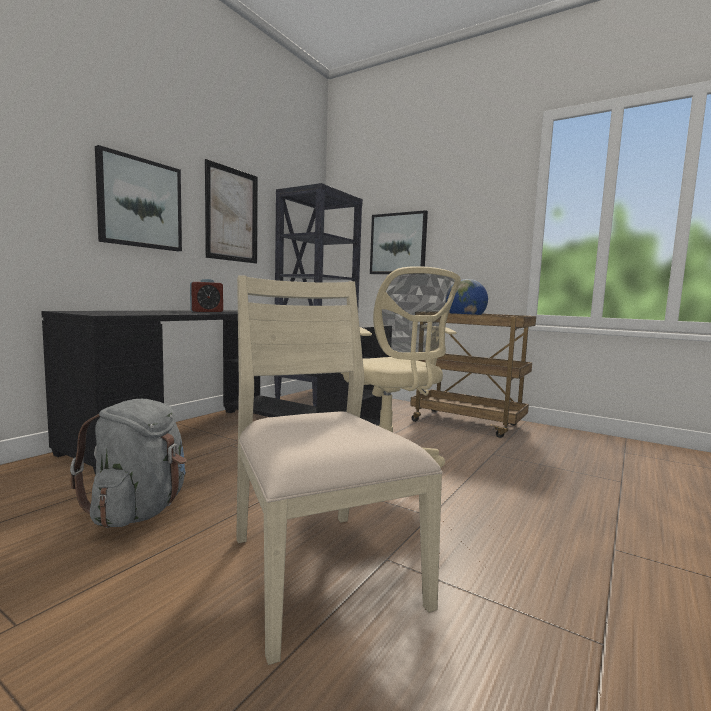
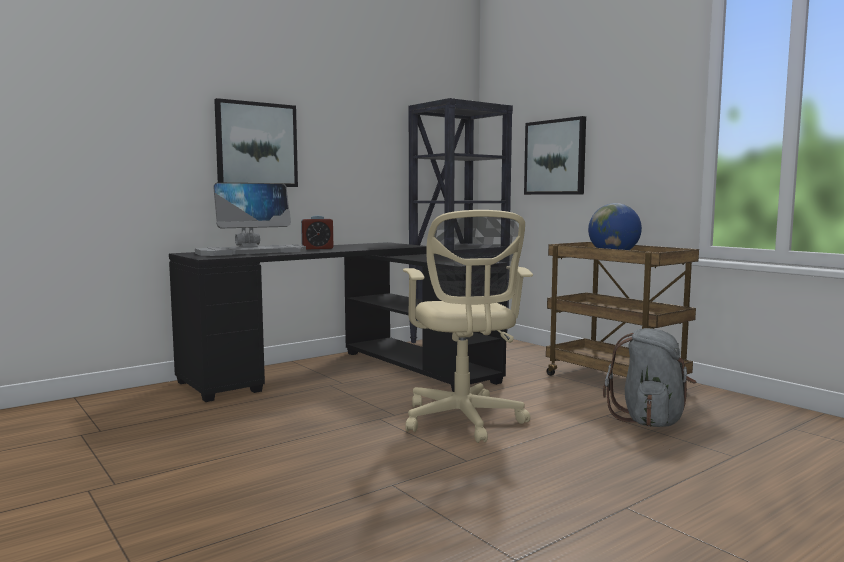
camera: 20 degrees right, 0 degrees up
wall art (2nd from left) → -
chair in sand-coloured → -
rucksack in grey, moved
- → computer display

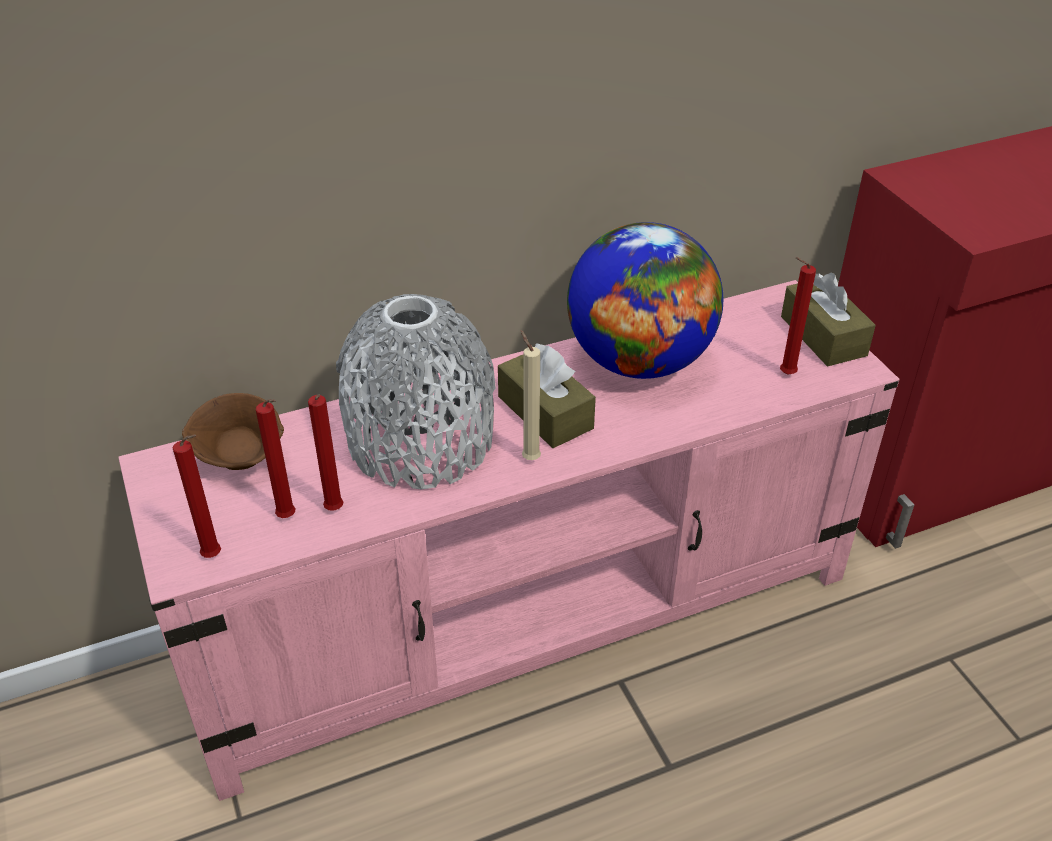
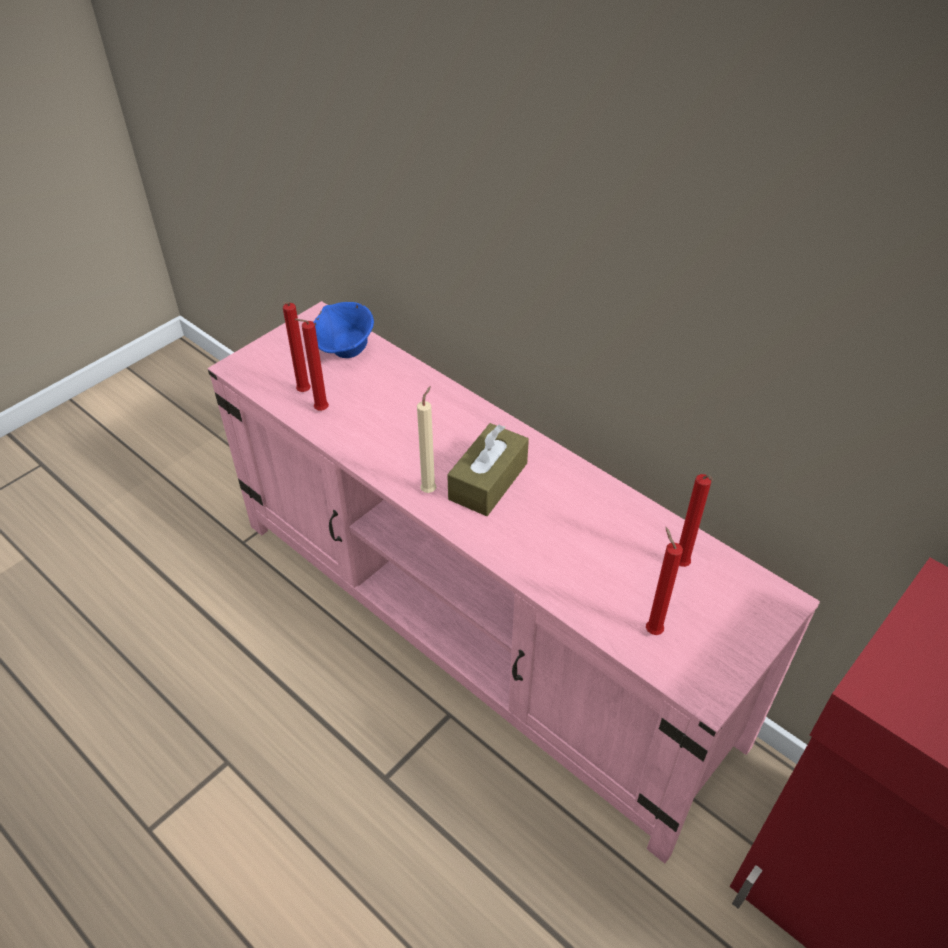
camera: 65 degrees right, 5 degrees up
globe → -
box of tissues in brownish (2nd from left) → -
decorative vase in grey → -
serving bowl in brownish → serving bowl in blue
candle in reddish (1st from left in the first image) → candle in reddish (4th from left), moved

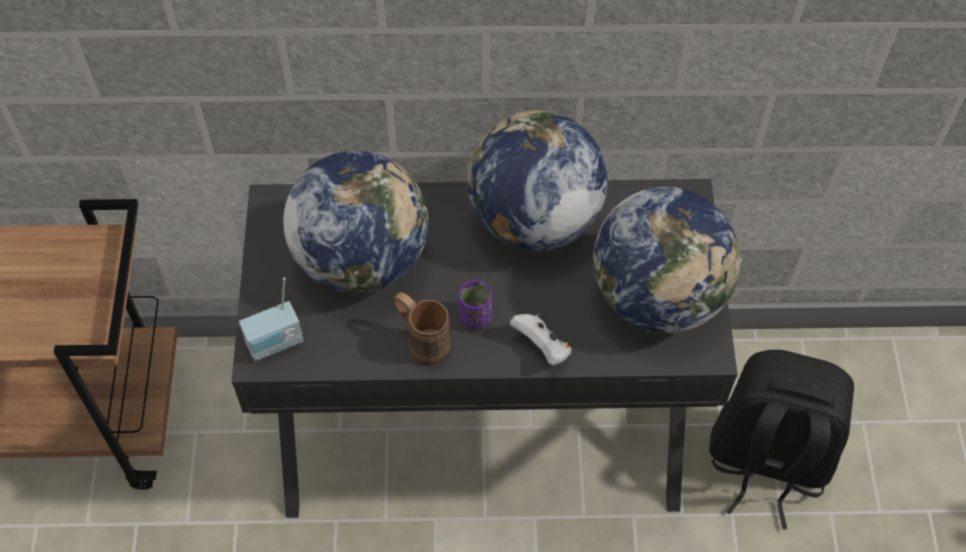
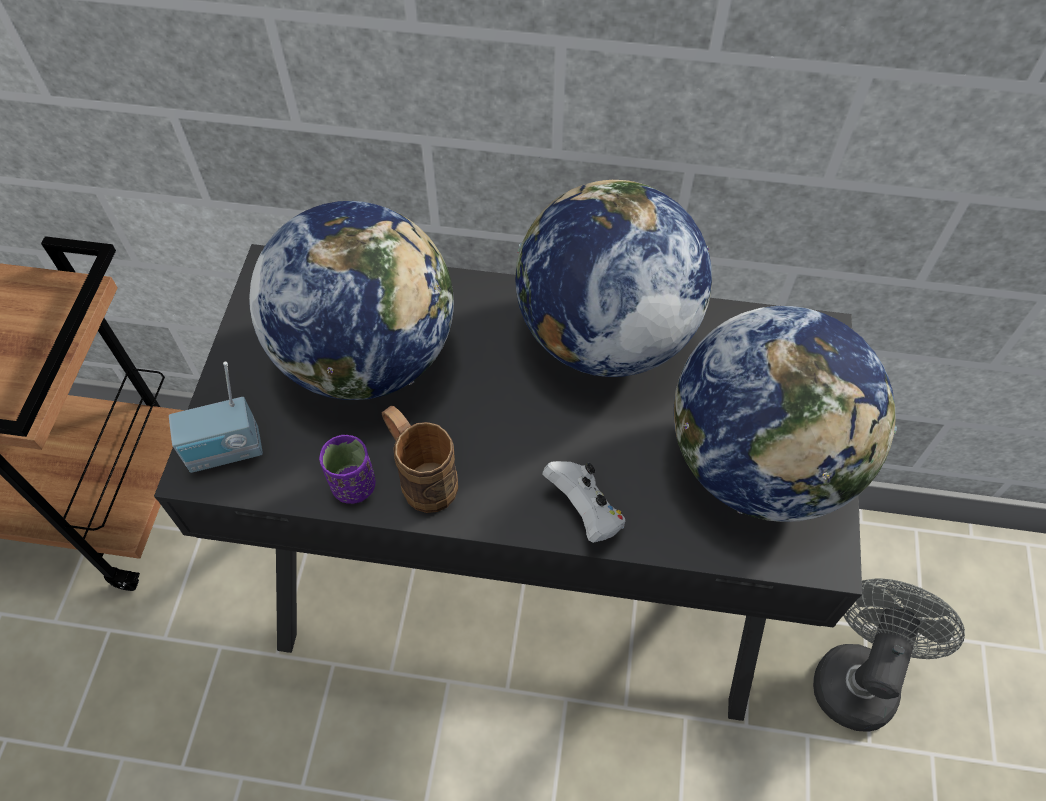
camera: 10 degrees right, 0 degrees up
small cup in purplish, moved
rucksack in blackish → fan in grey

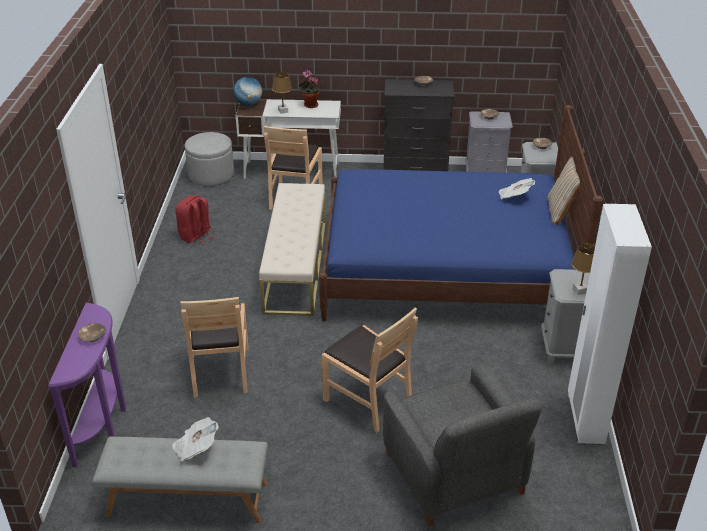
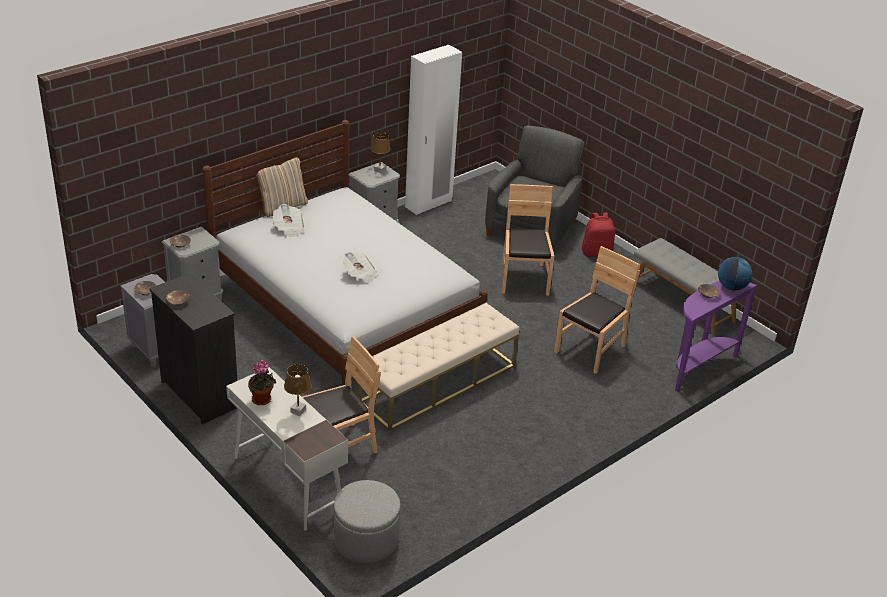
camera: 135 degrees left, 0 degrees up
globe, moved
bed in blue → bed in whitish
rucksack in reddish, moved
newspaper (1st from left in the first image) → newspaper (2nd from left), moved

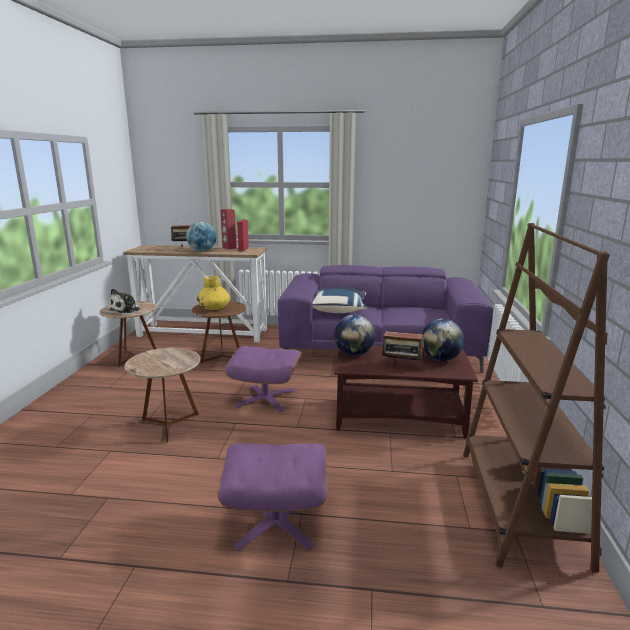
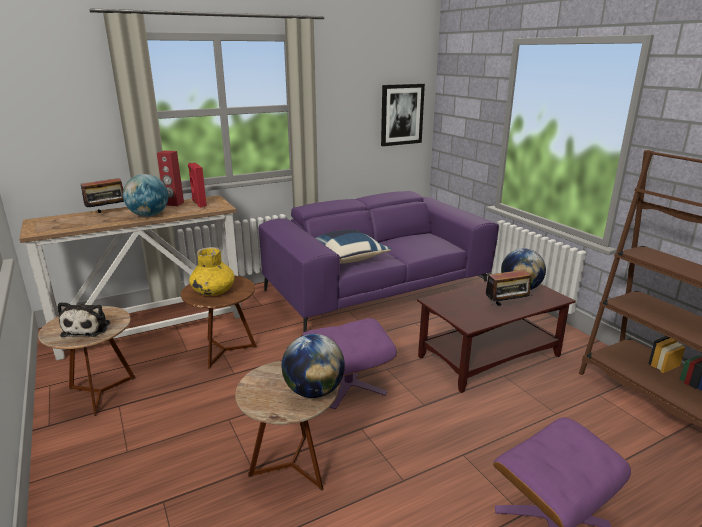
camera: 35 degrees left, 5 degrees up
globe (2nd from left), moved
- → wall art

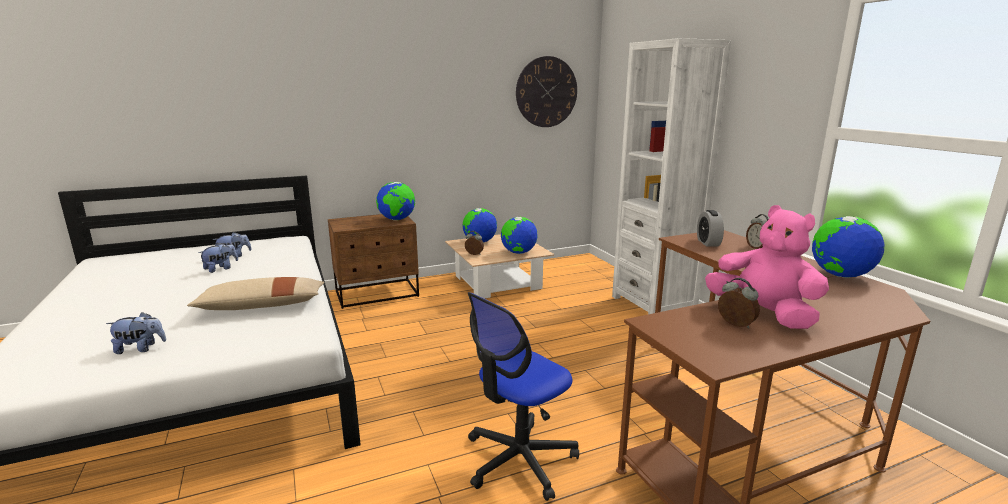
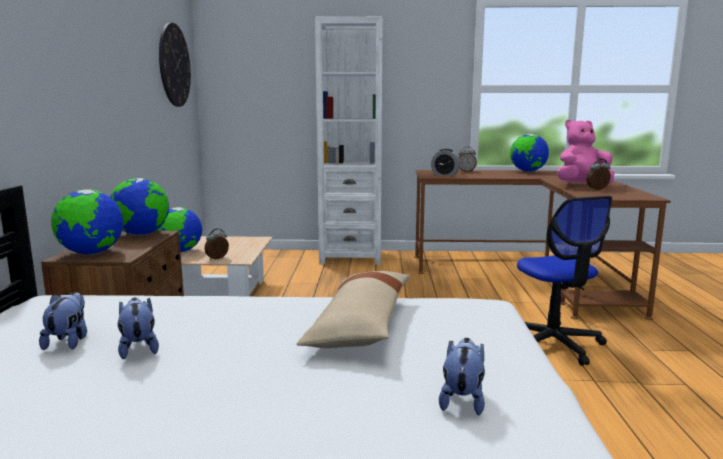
camera: 65 degrees left, 5 degrees down
globe (3rd from left in the first image) → globe (1st from left), moved

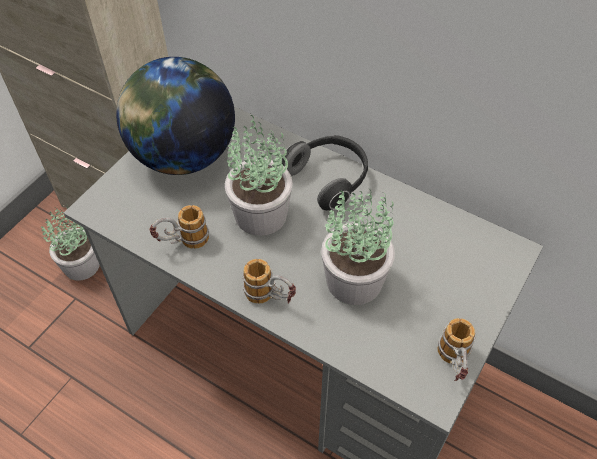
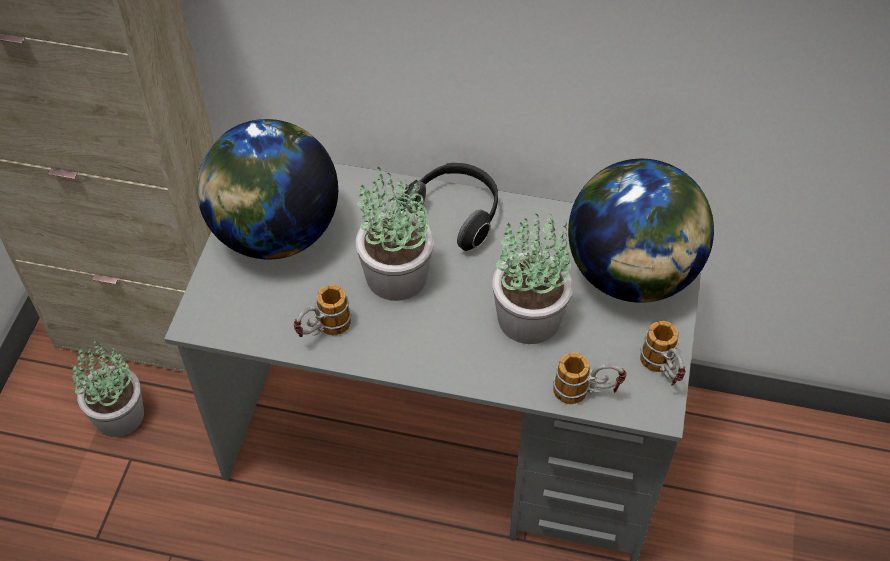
camera: 20 degrees left, 0 degrees up
mug (2nd from left), moved
- → globe (2nd from left)

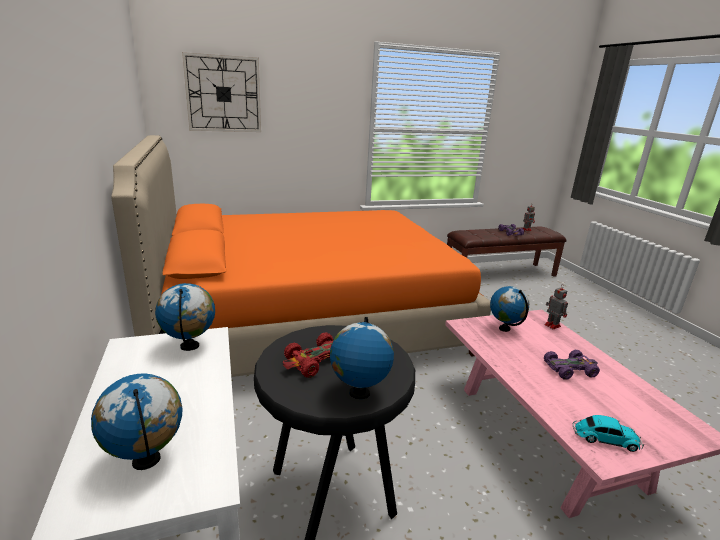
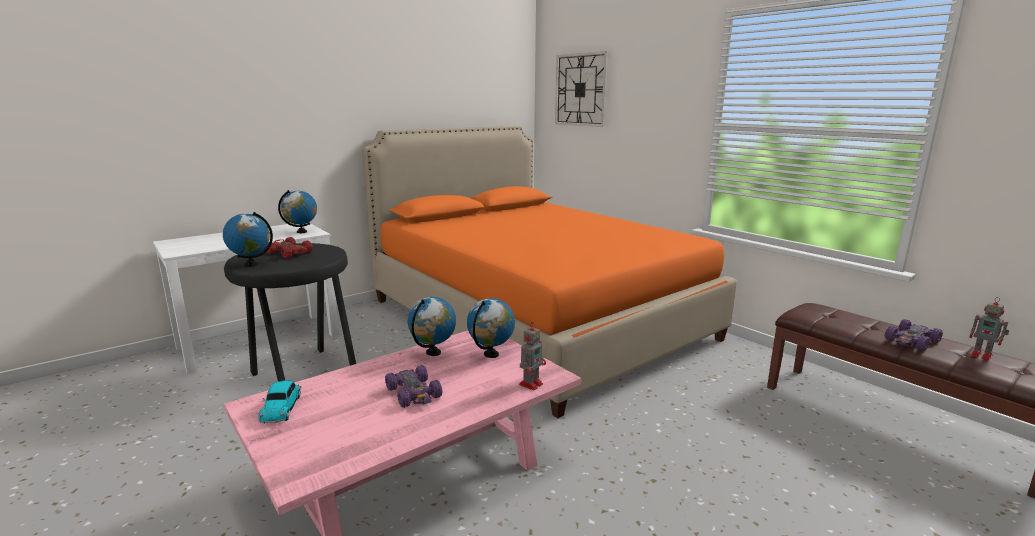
camera: 70 degrees right, 5 degrees down
globe (1st from left in the first image) → globe (3rd from left), moved

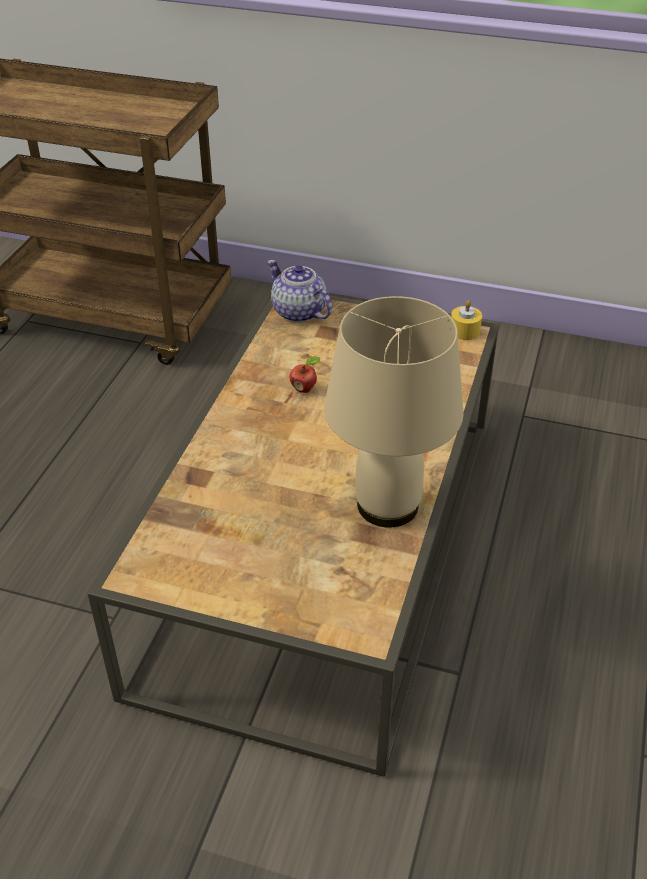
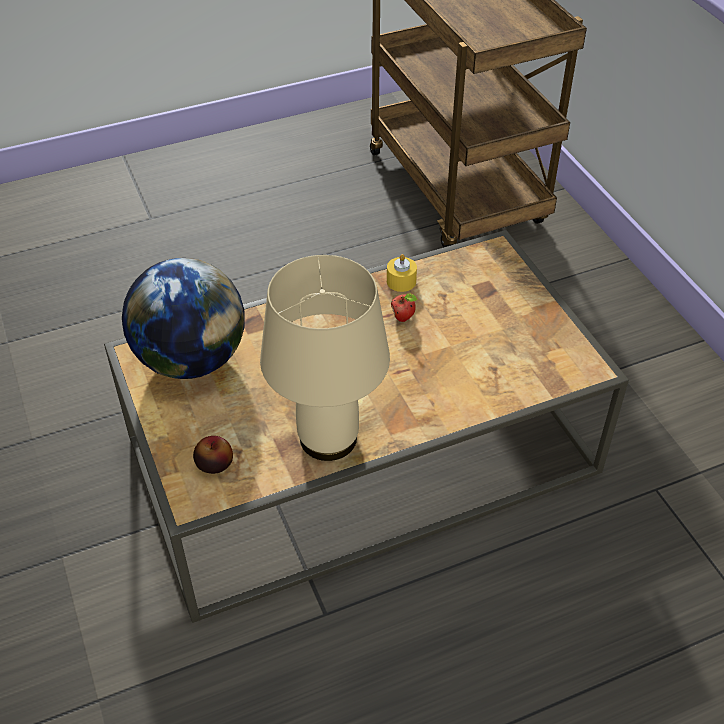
camera: 50 degrees right, 5 degrees up
teapot → -
candle in yellow, moved
- → globe
- → apple (1st from left)

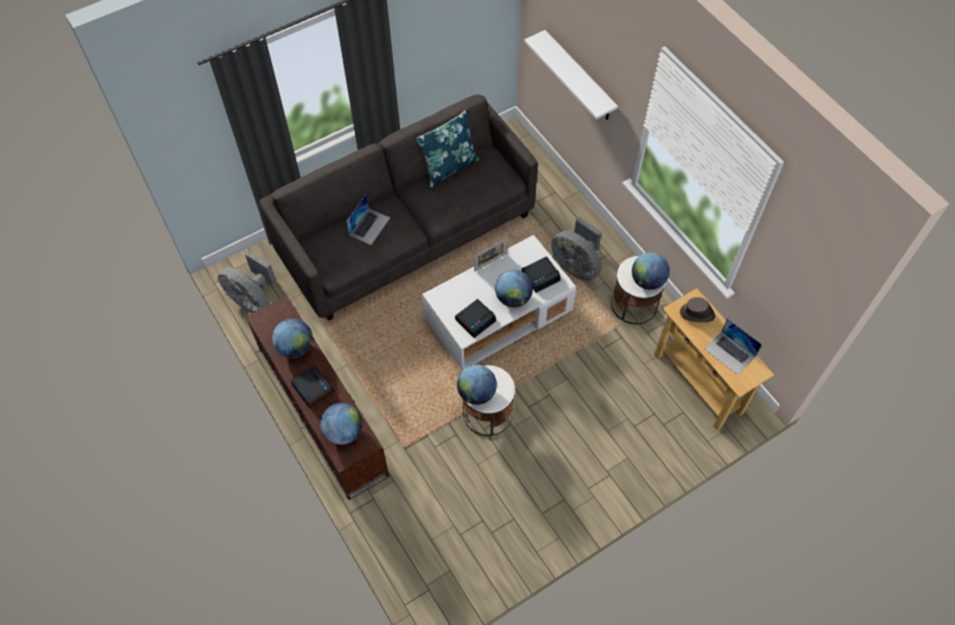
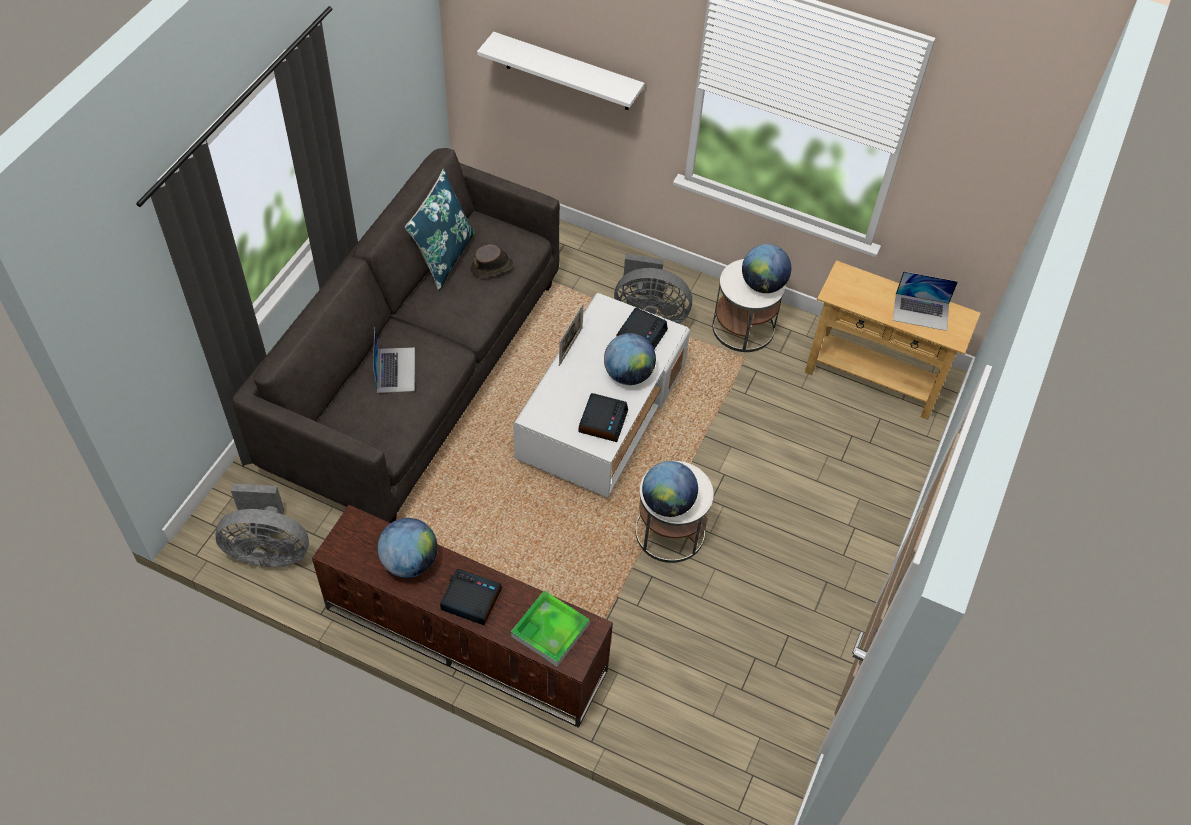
camera: 35 degrees left, 5 degrees down
clothing hat in brownish, moved
globe (2nd from left) → tray

